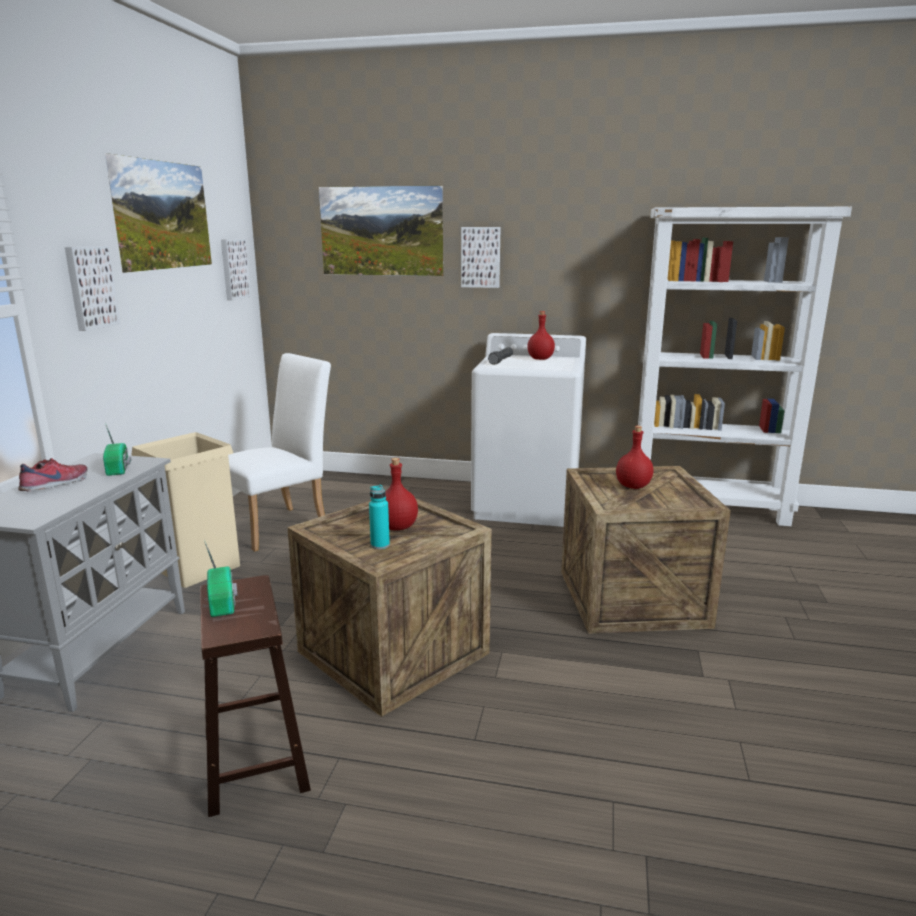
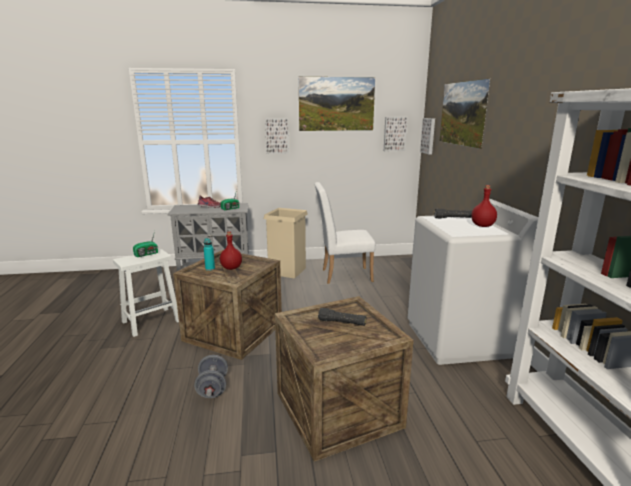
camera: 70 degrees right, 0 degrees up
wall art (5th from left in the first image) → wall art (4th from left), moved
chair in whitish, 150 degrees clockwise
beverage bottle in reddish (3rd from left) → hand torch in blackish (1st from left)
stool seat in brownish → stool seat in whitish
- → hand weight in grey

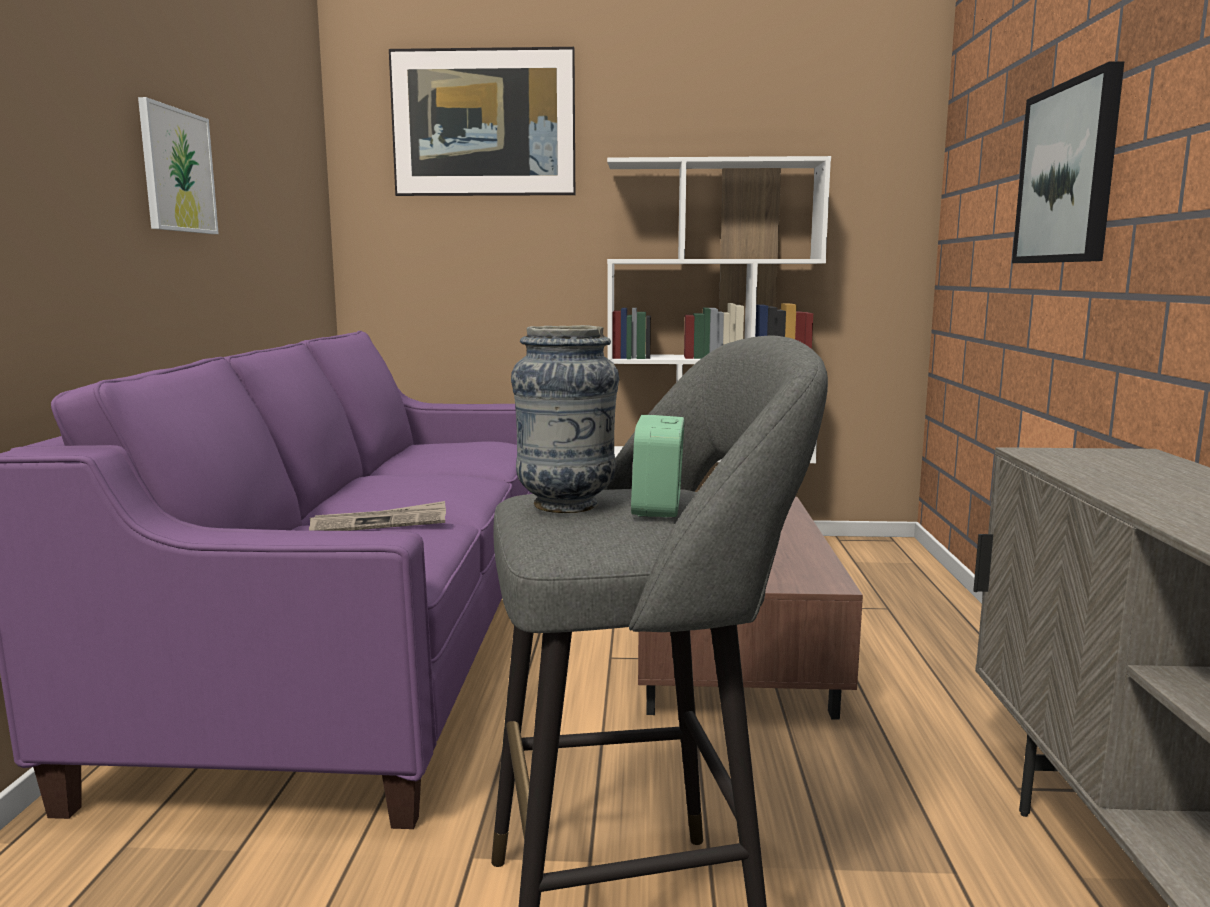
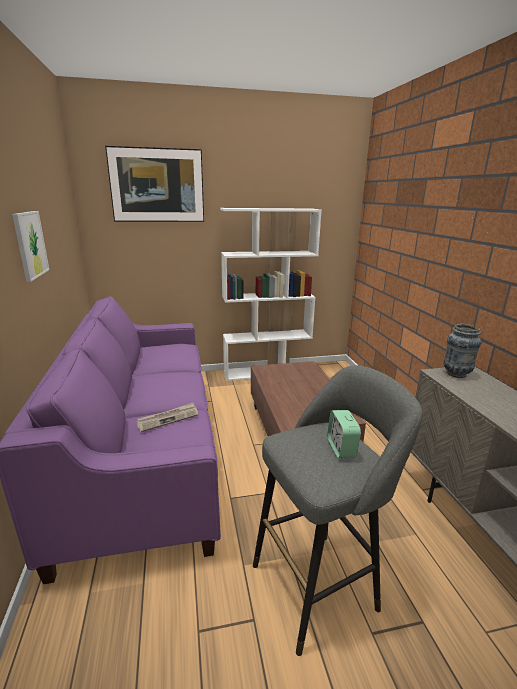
camera: 15 degrees left, 10 degrees up
wall art (3rd from left) → -
decorative vase, moved

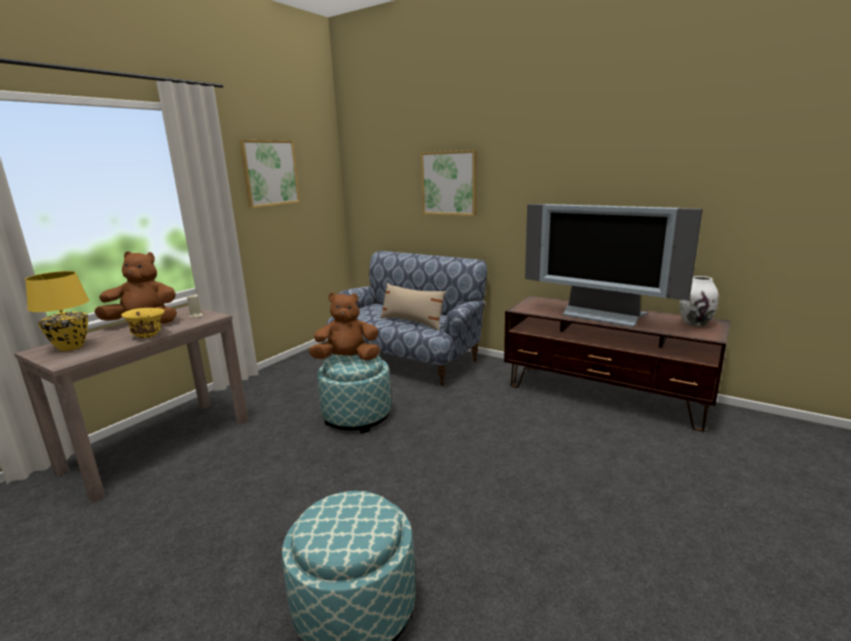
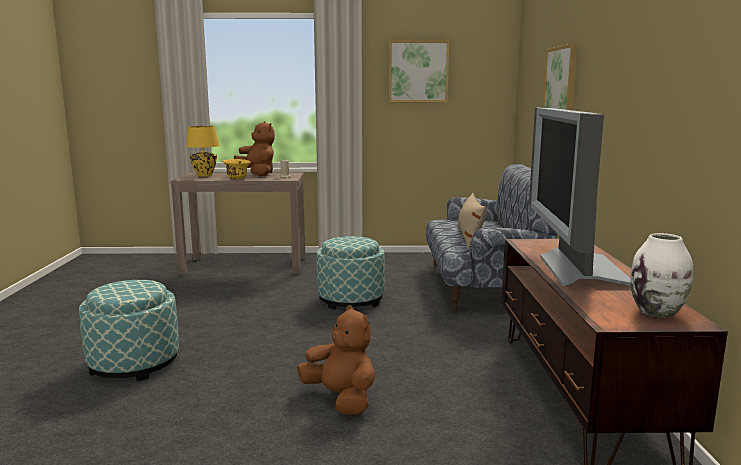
camera: 55 degrees right, 5 degrees down
soft toy in brownish (2nd from left), moved

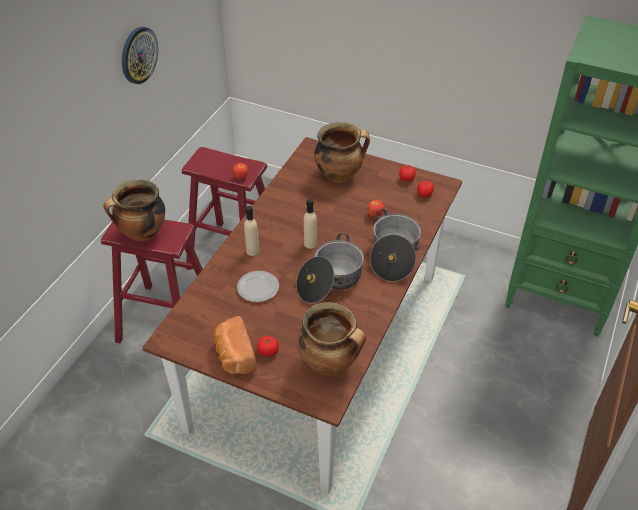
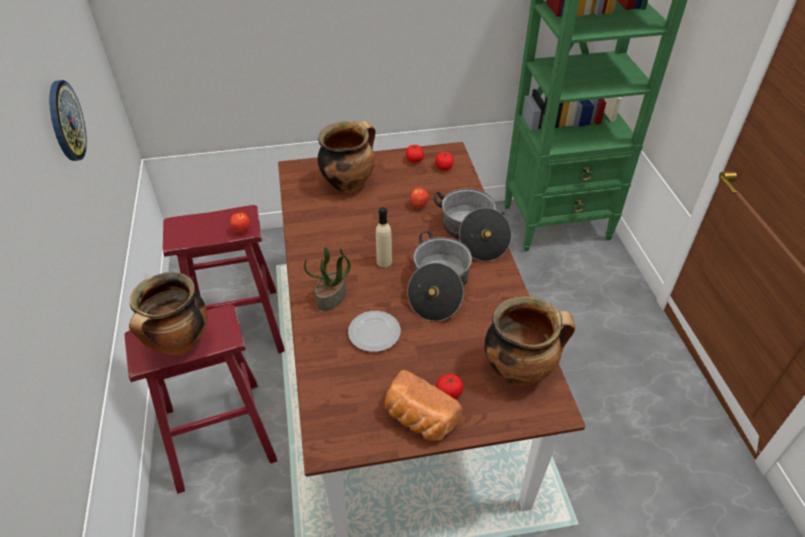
camera: 35 degrees left, 0 degrees up
beverage bottle in sand-coloured (1st from left) → potted plant

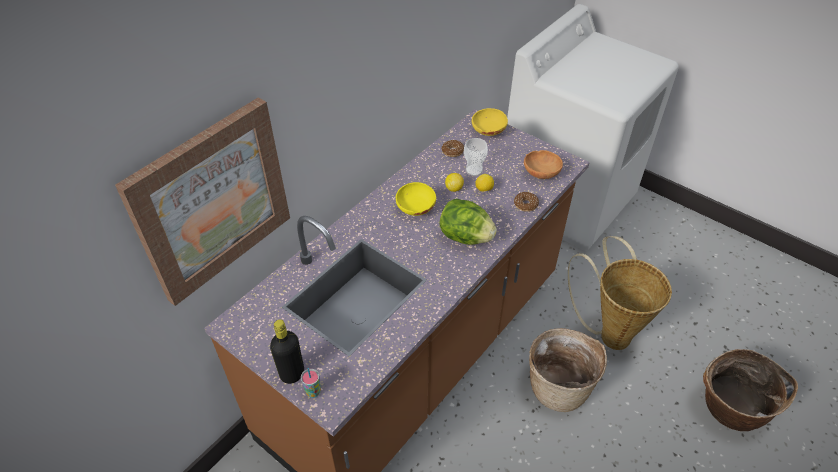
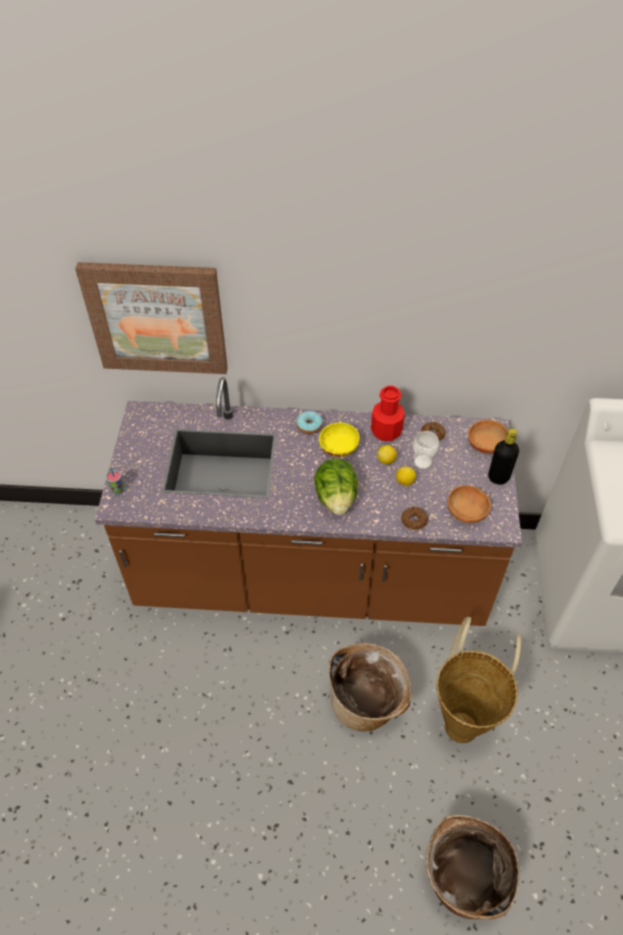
camera: 55 degrees right, 5 degrees up
serving bowl in yellow (2nd from left) → serving bowl in brownish (2nd from left)
beverage bottle in blackish, moved
- → beverage bottle in reddish
- → donut (1st from left)

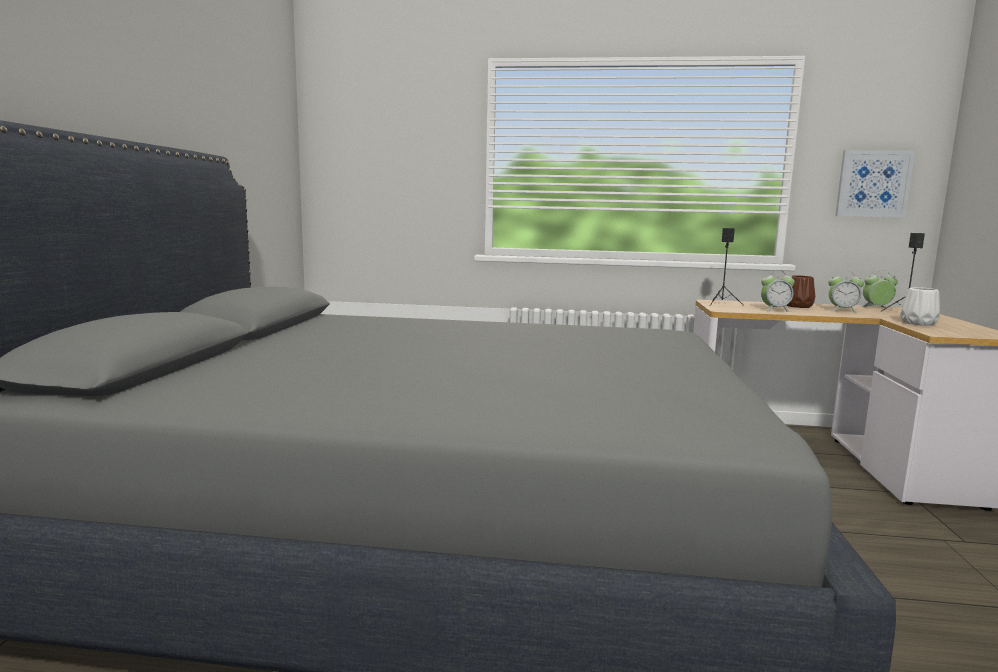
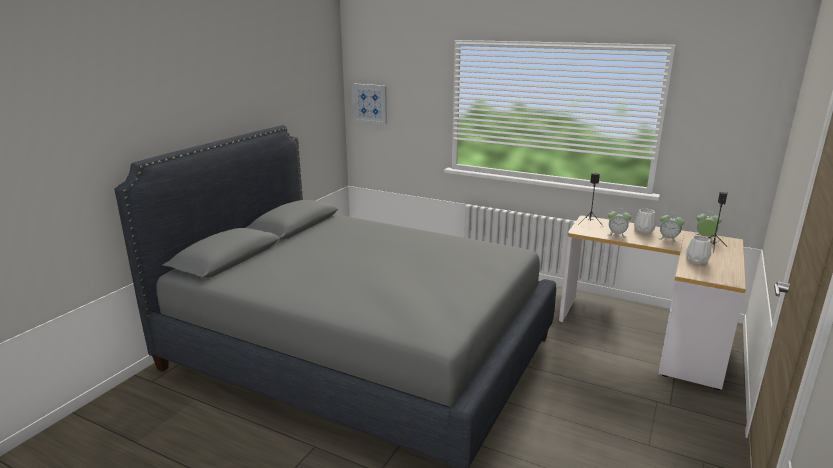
camera: 20 degrees right, 10 degrees up
wall art, moved
decorative vase in brownish → decorative vase in whitish (1st from left)

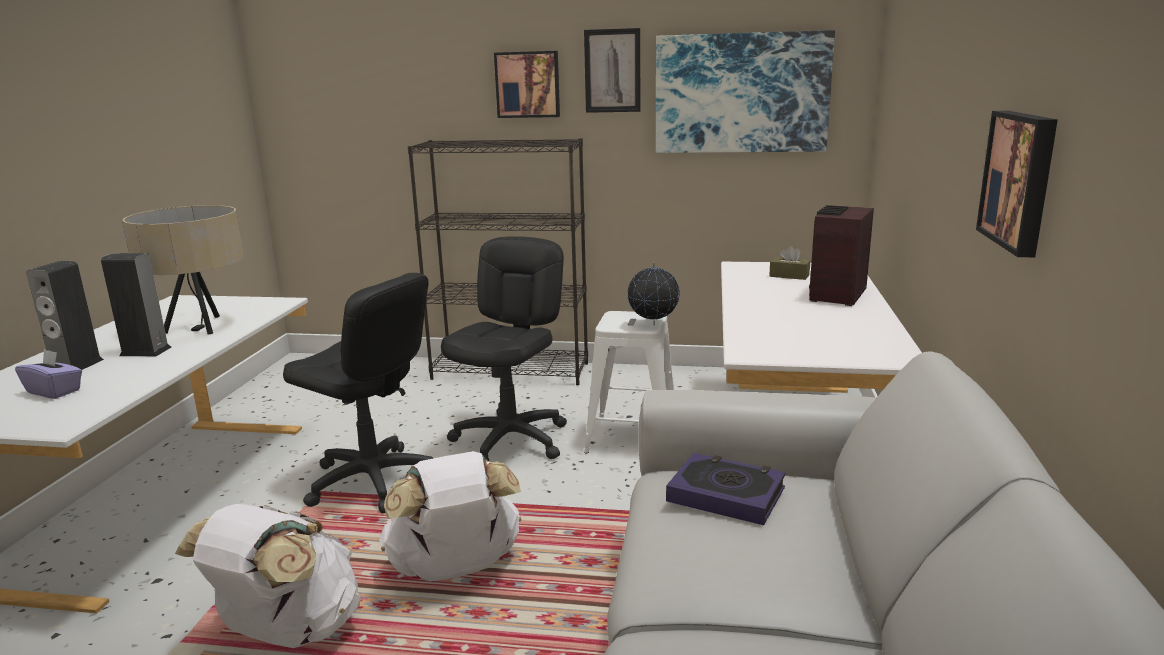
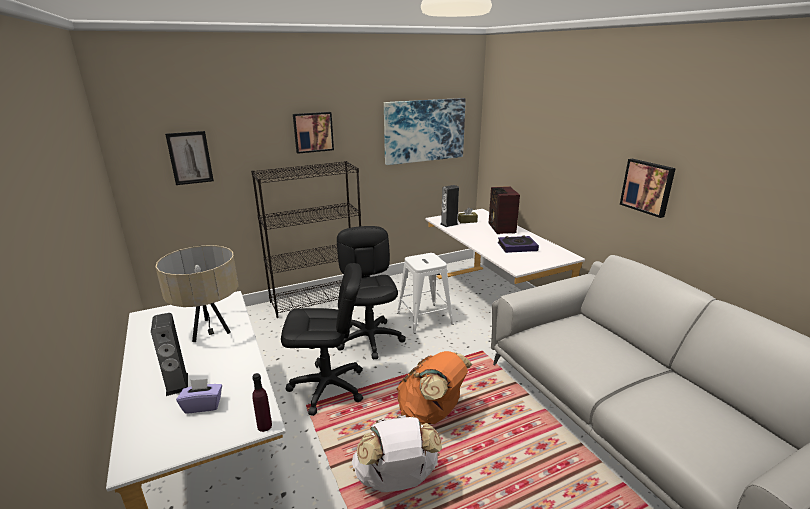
camera: 35 degrees left, 5 degrees up
wall art (2nd from left in the first image) → wall art (1st from left), moved
speaker (2nd from left), moved
globe → -
rucksack in whitish (2nd from left) → rucksack in orange-coloured
book, moved
- → beverage bottle in purplish

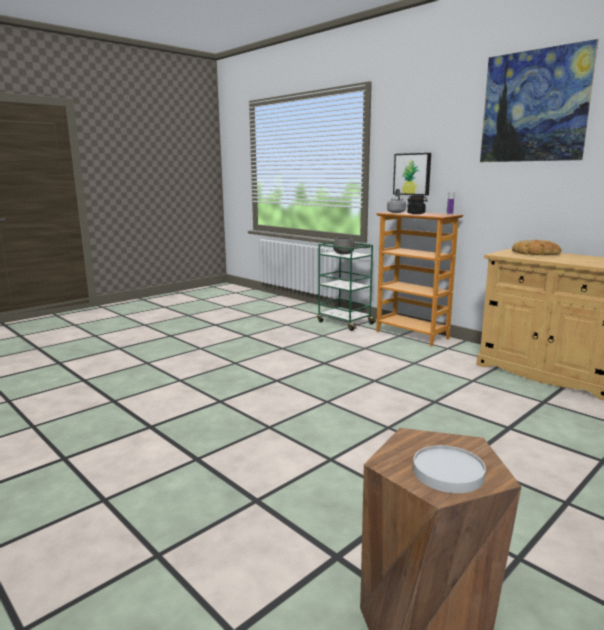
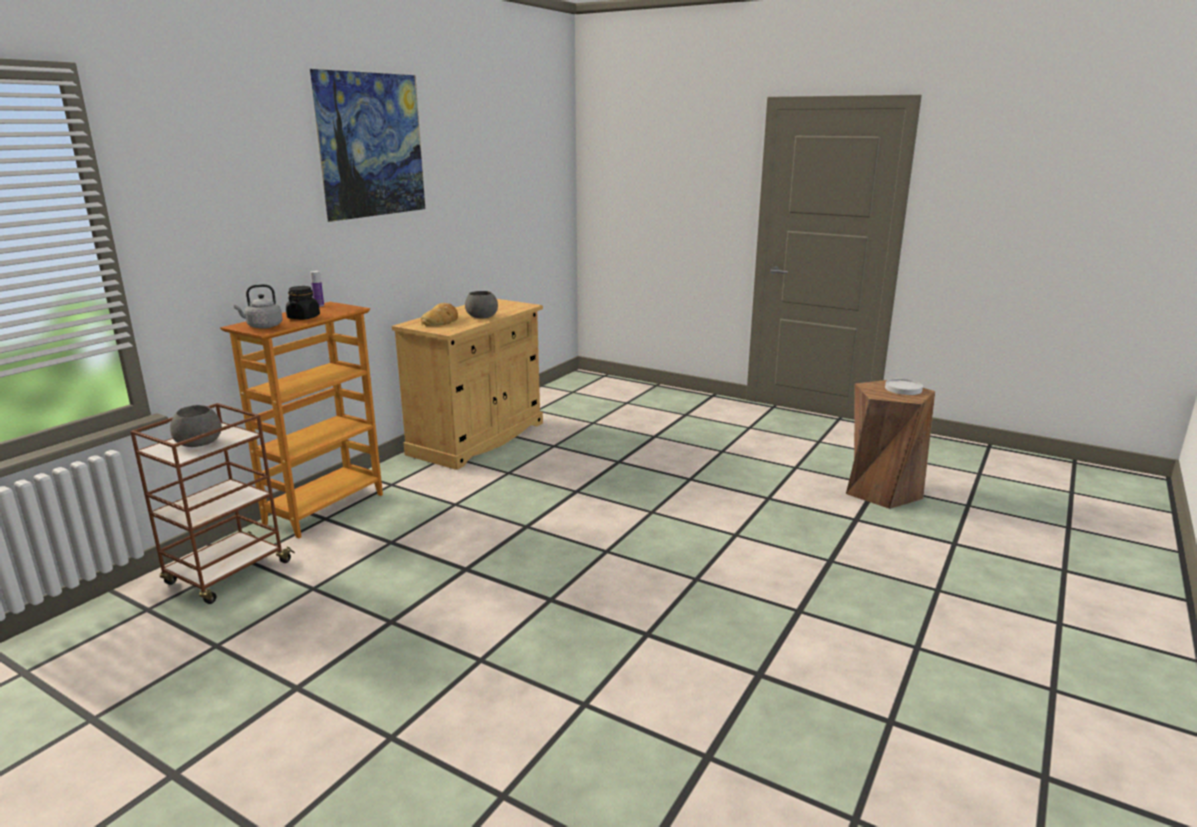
camera: 105 degrees left, 5 degrees up
wall art (1st from left) → -
wheeled cart in green-coloured → wheeled cart in brownish
- → serving bowl in grey (2nd from left)

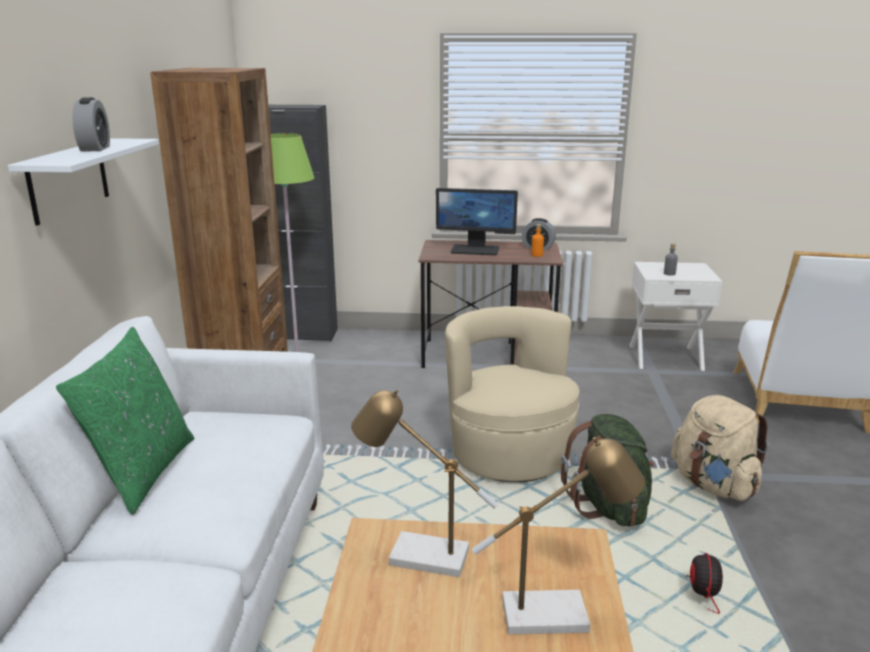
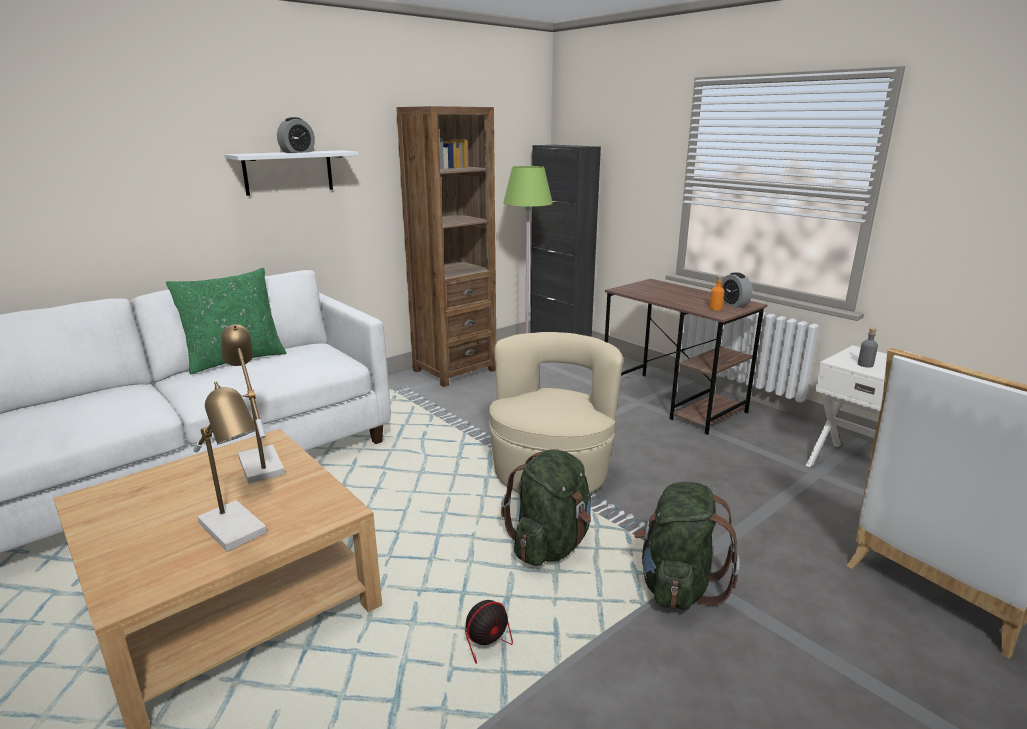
camera: 45 degrees right, 0 degrees up
computer display → -
rucksack in sand-coloured → rucksack in green-coloured (2nd from left)

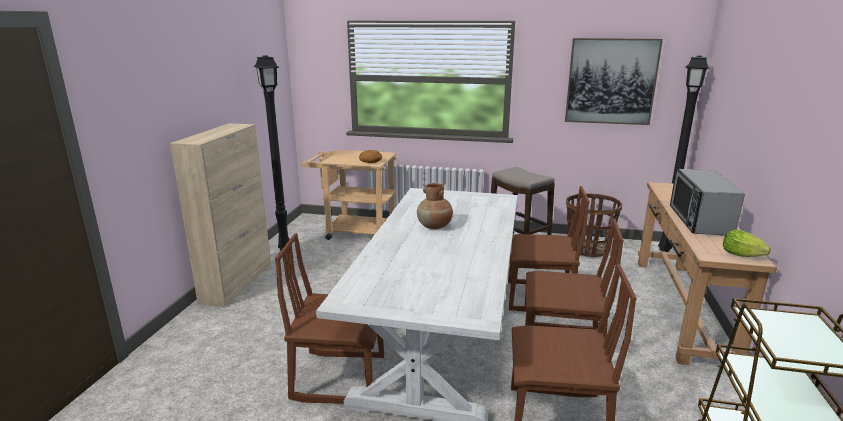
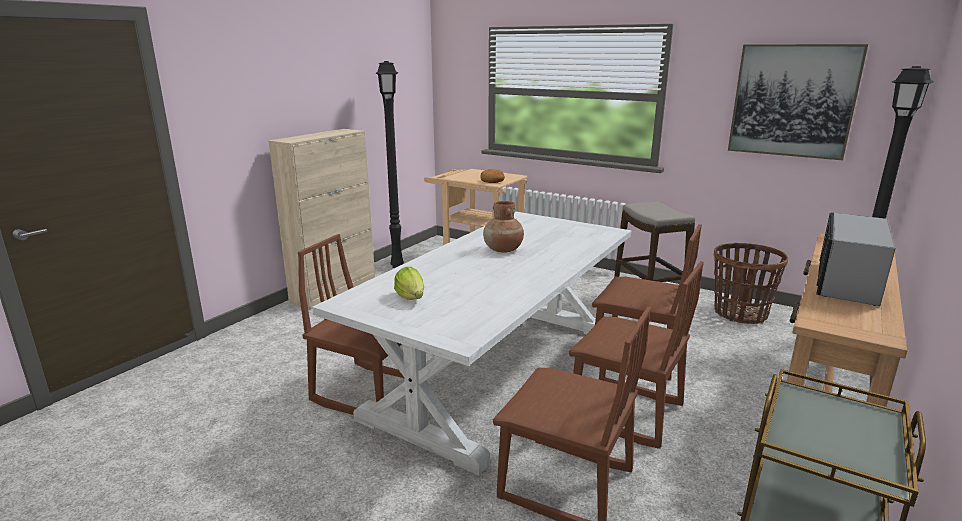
camera: 20 degrees right, 0 degrees up
head of lettuce, moved

